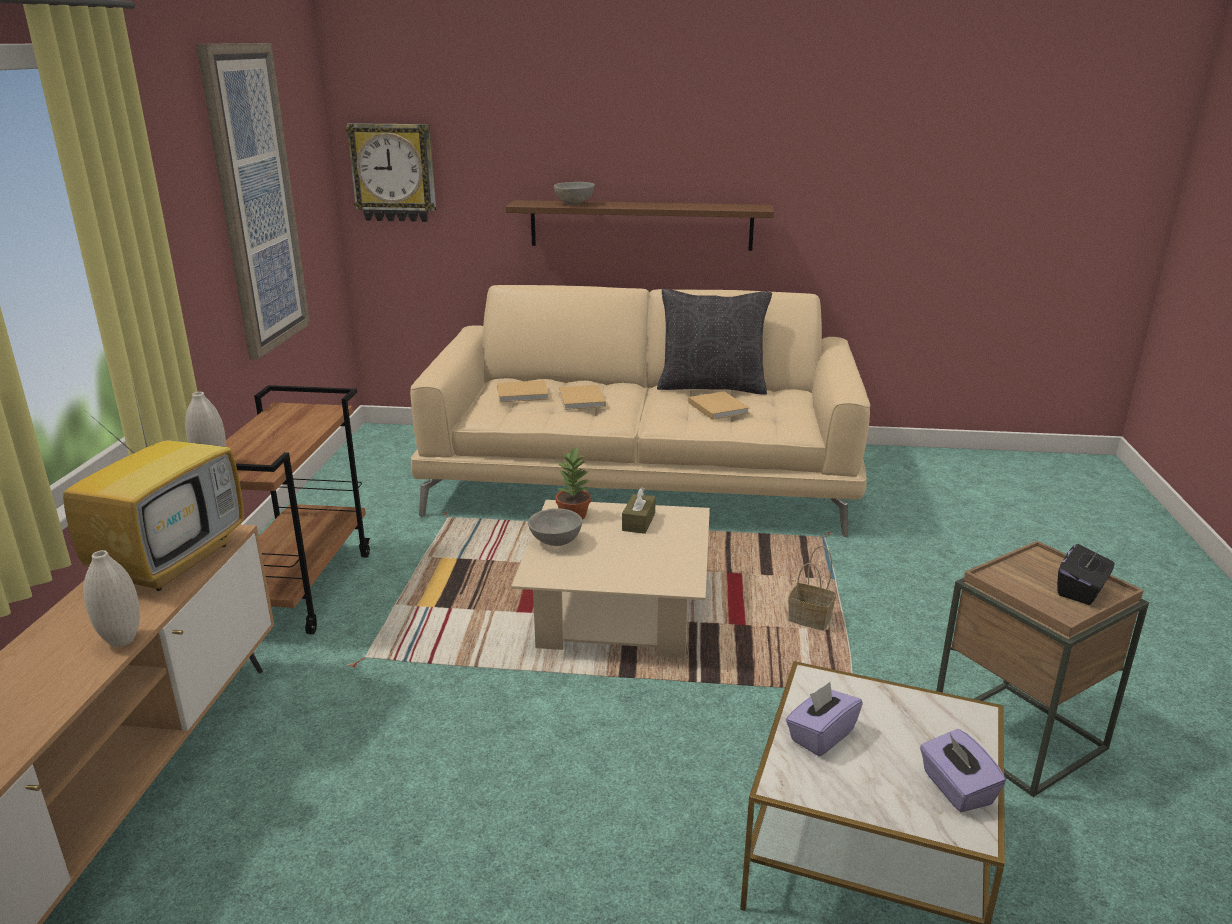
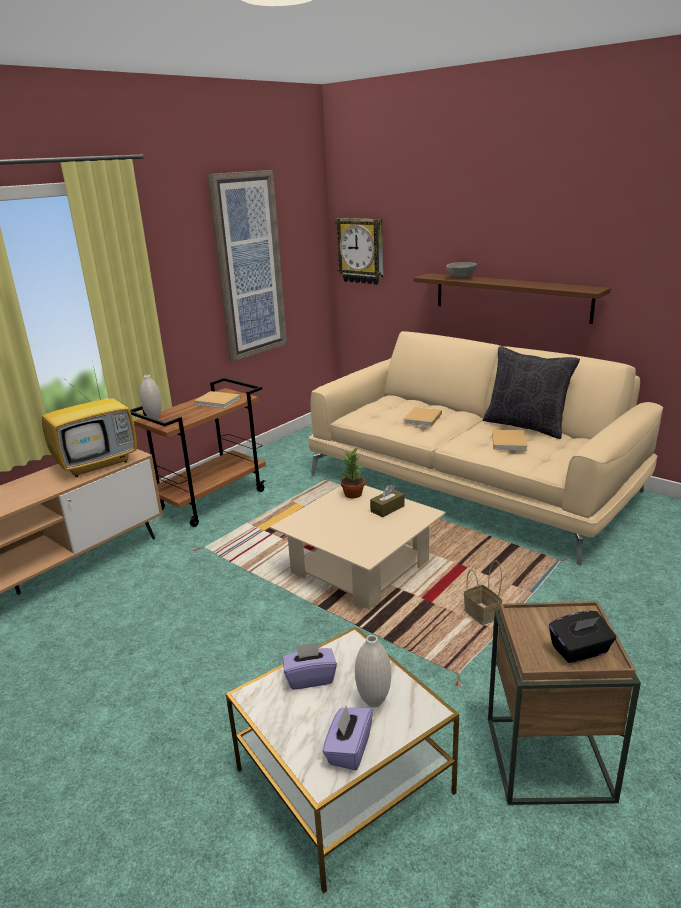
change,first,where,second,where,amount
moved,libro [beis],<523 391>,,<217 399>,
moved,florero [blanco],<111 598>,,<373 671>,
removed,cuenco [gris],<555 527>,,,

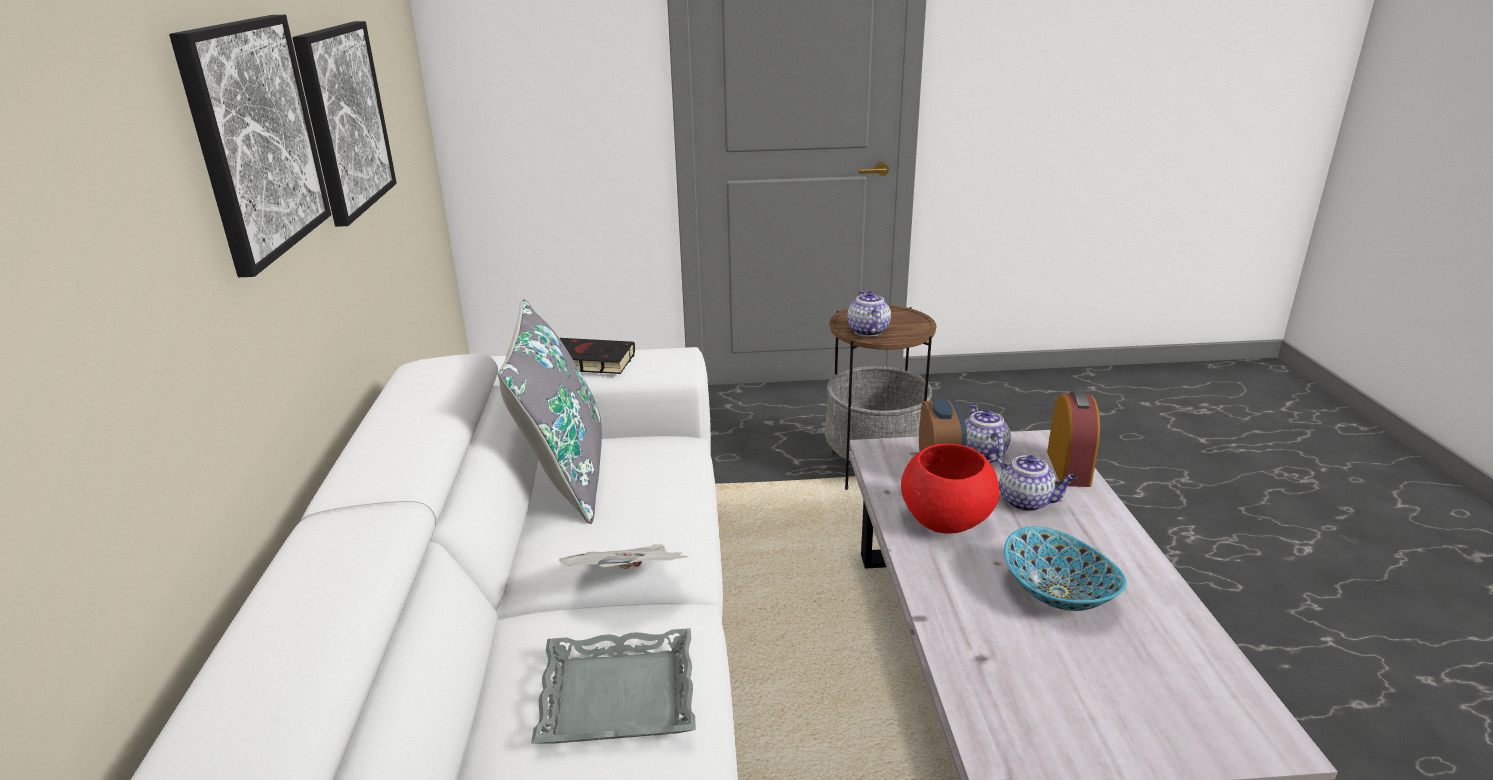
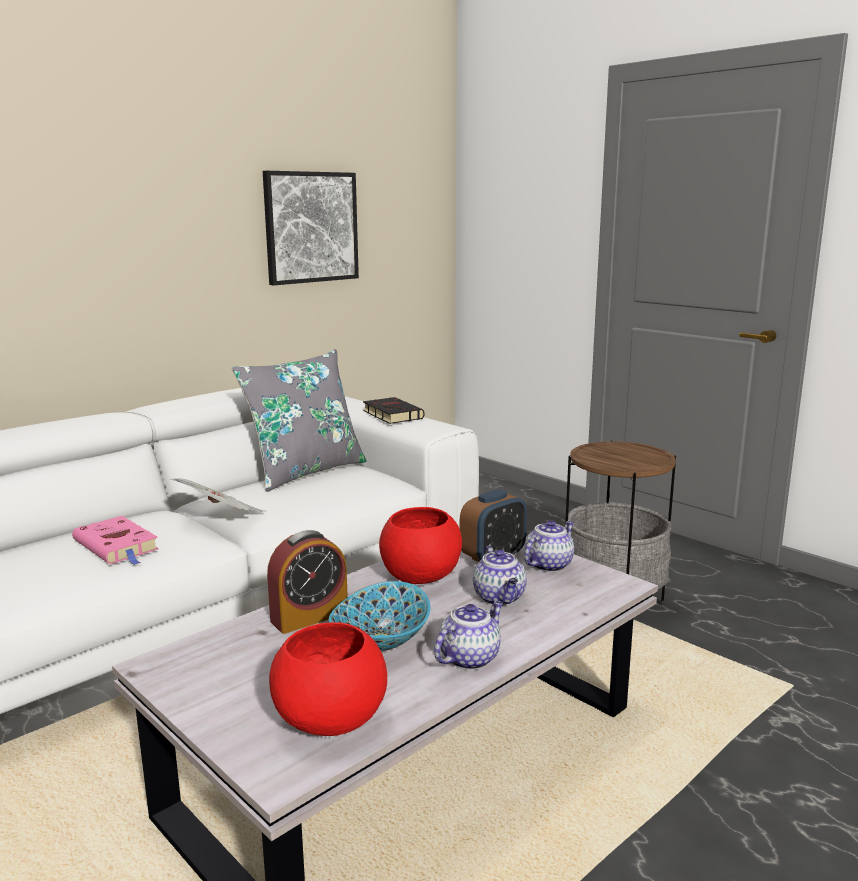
change,first,where,second,where,amount
replaced,bandeja [gris],<613 686>,libro [rosa],<115 540>,
moved,despertador,<1073 439>,,<307 582>,
added,,,cuenco [rojo],<328 679>,
moved,tetera,<869 313>,,<468 635>,
removed,cuadro,<250 146>,,,

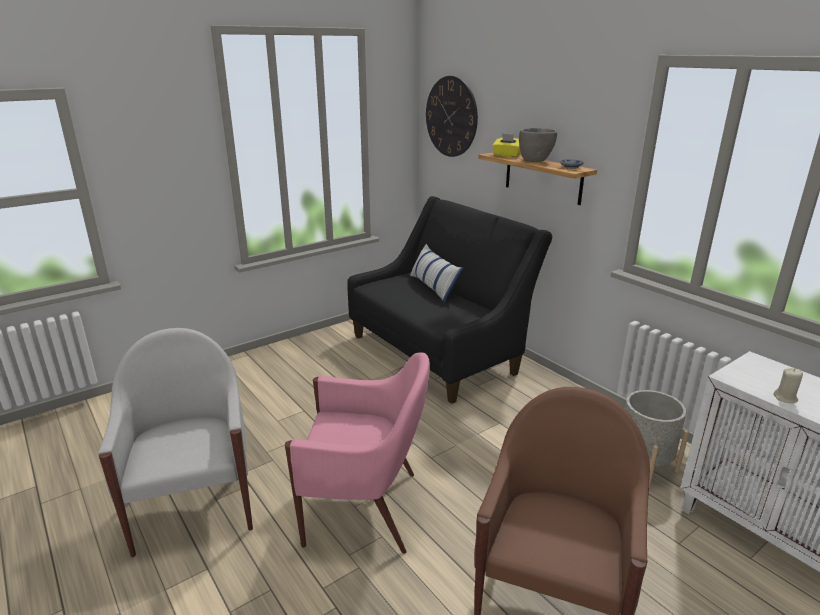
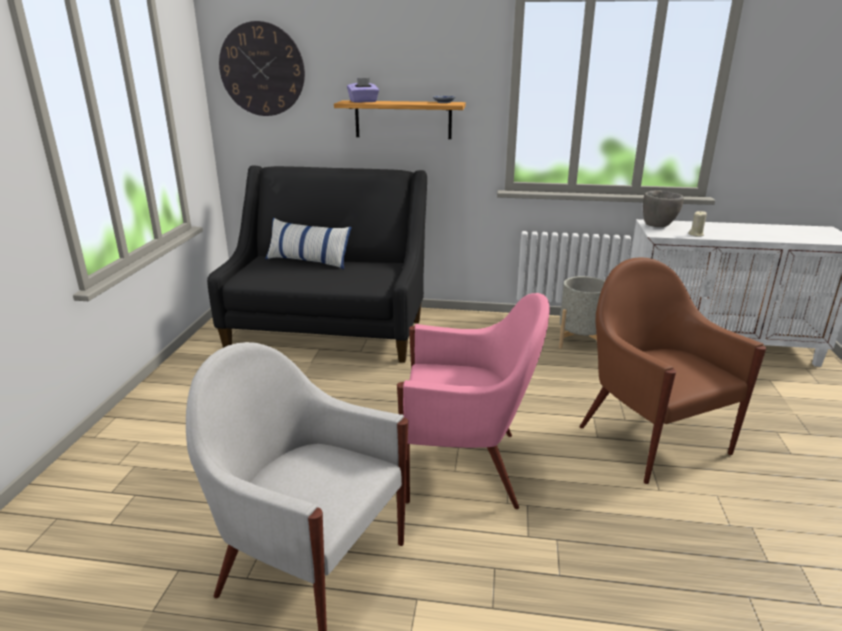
change,first,where,second,where,amount
recoloured,caja de pañuelos [amarillo],<507 145>,caja de pañuelos [morado],<363 90>,
turned,sillón [rosa],<357 453>,,<473 401>,45 degrees clockwise
moved,cuenco [gris],<538 145>,,<663 208>,

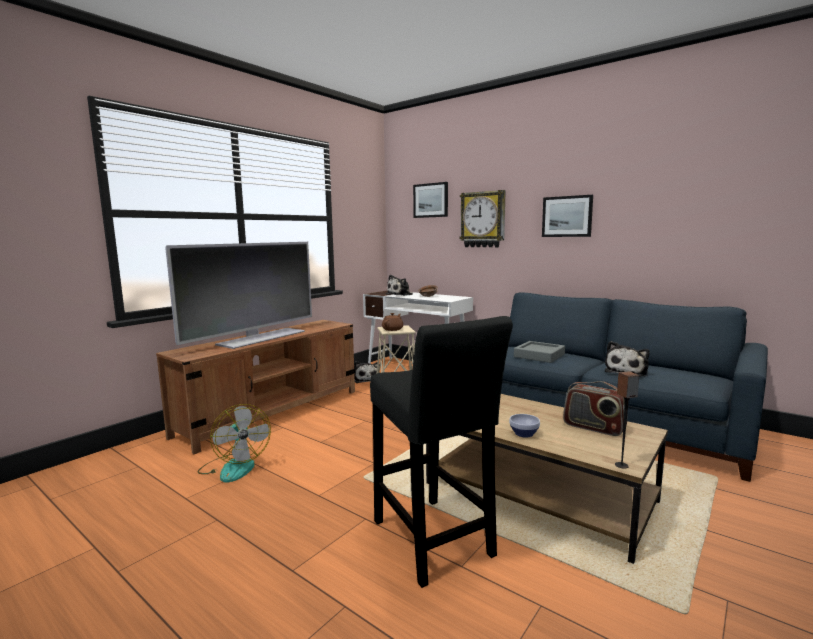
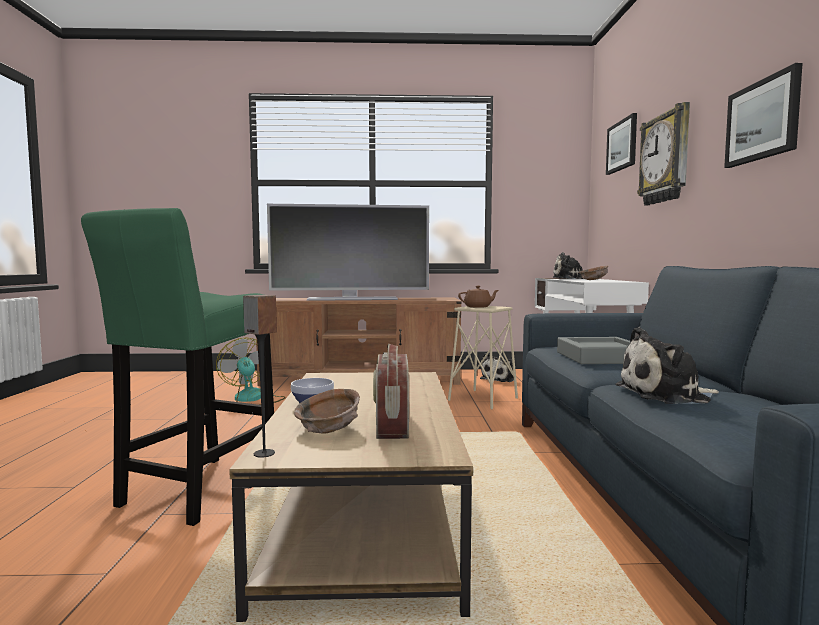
change,first,where,second,where,amount
recoloured,taburete [negro],<441 452>,taburete [verde],<177 367>,
turned,ventilador,<234 443>,,<251 371>,135 degrees clockwise
added,,,cuenco [marrón],<327 411>,

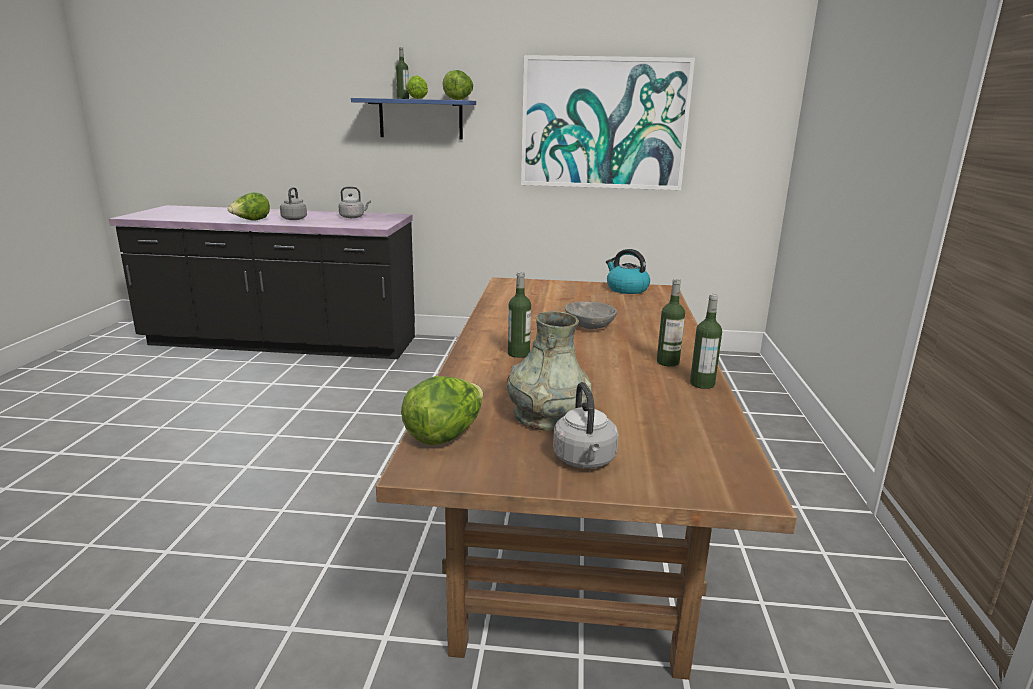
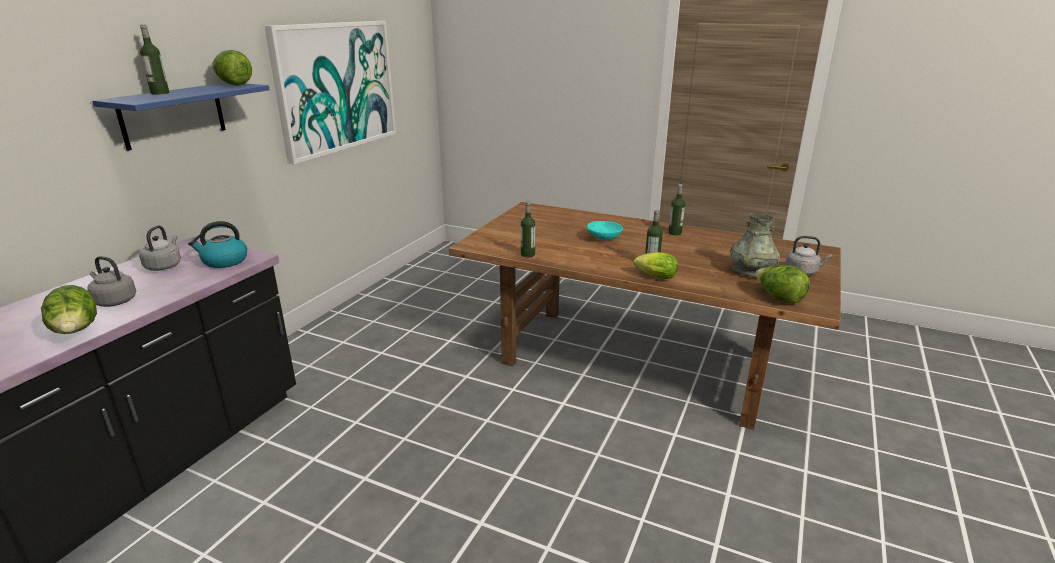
change,first,where,second,where,amount
moved,hervidor,<628 271>,,<217 244>,
moved,botella,<706 341>,,<528 229>,
recoloured,cuenco [gris],<591 315>,cuenco [turquesa],<605 230>,
moved,lechuga,<417 87>,,<656 265>,

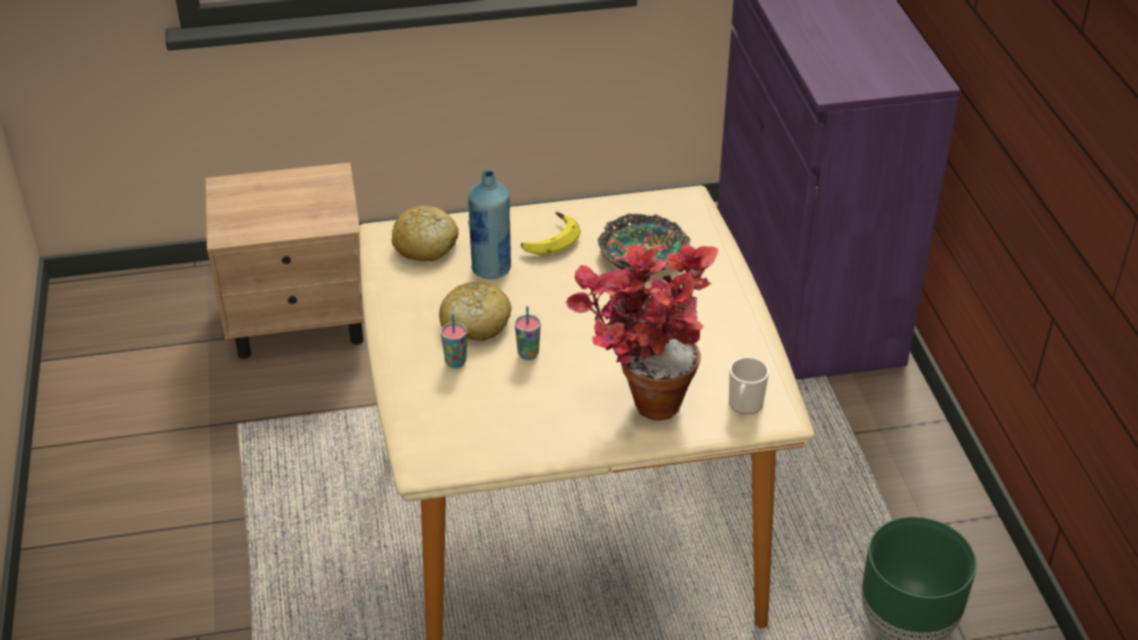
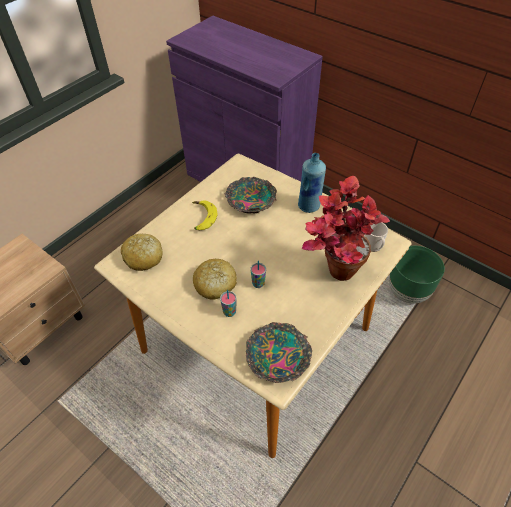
change,first,where,second,where,amount
added,,,cuenco,<279 352>,
moved,botella [azul],<489 224>,,<312 183>,

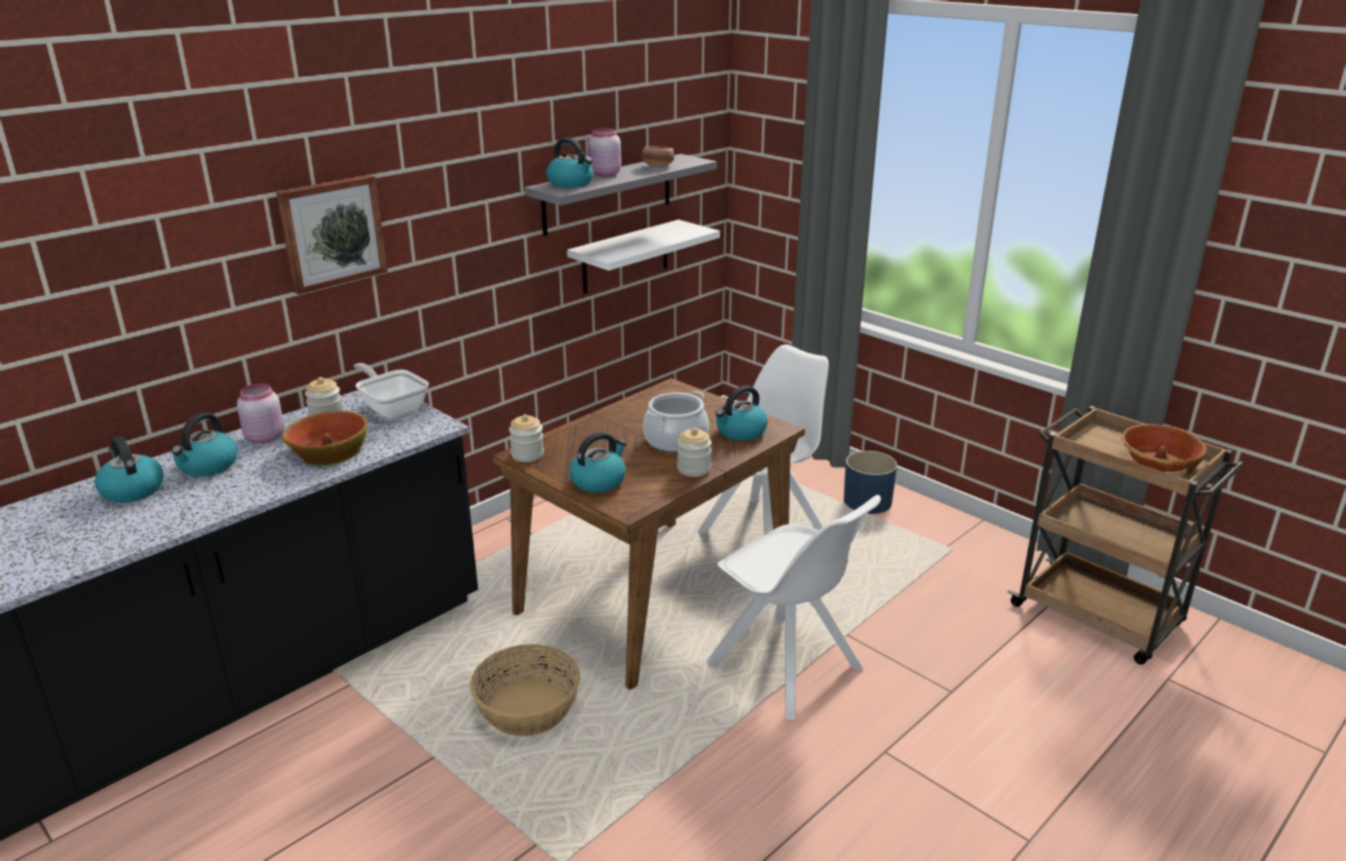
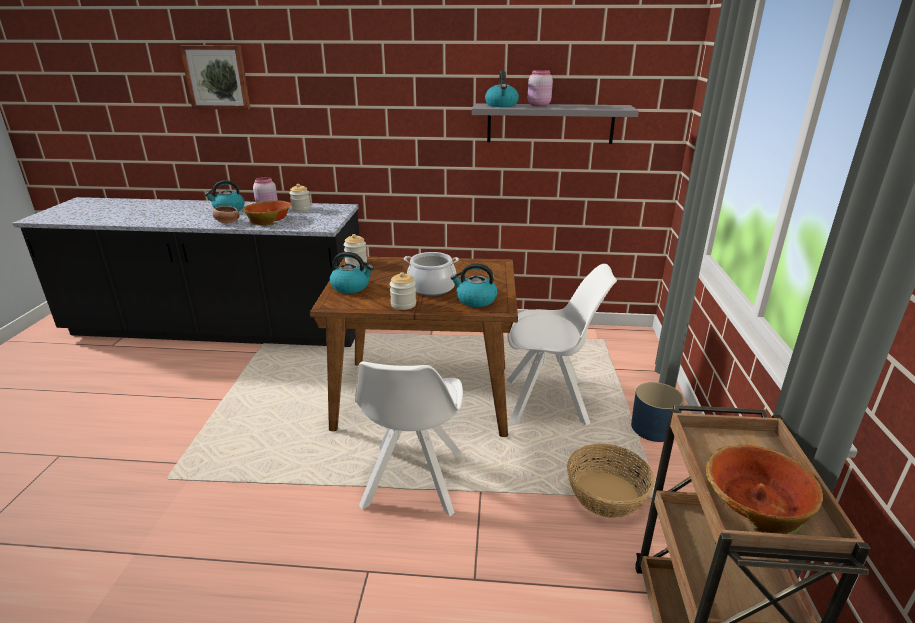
change,first,where,second,where,amount
moved,cuadro,<332 235>,,<215 77>,
moved,cuenco,<657 156>,,<226 215>,
moved,cesta,<525 690>,,<611 481>,
removed,hervidor,<129 469>,,,
removed,sartén,<391 391>,,,
removed,estante [blanco],<643 257>,,,

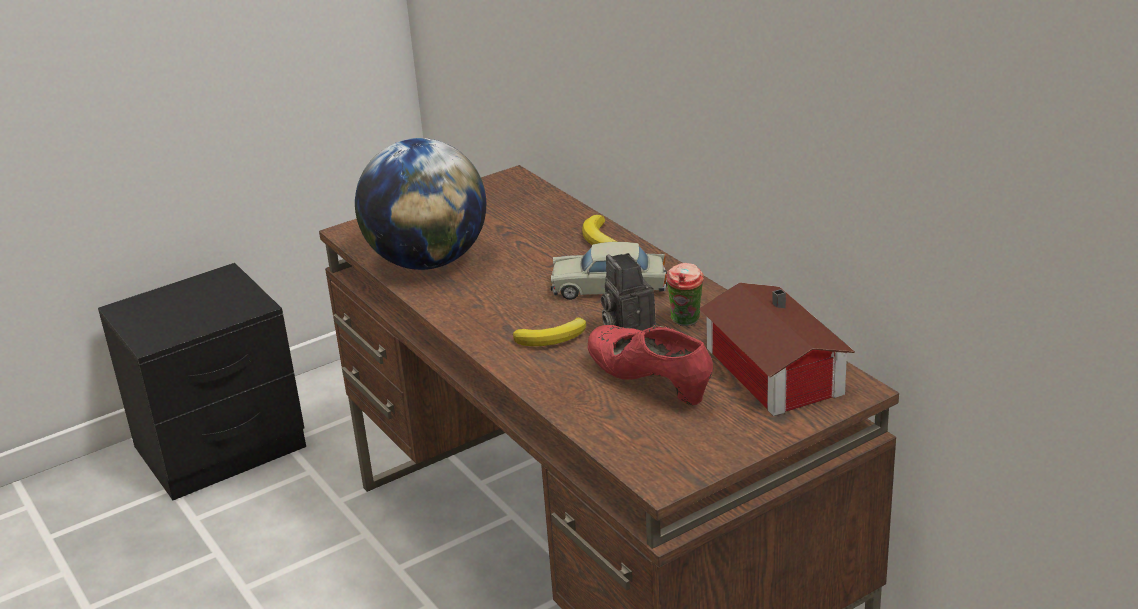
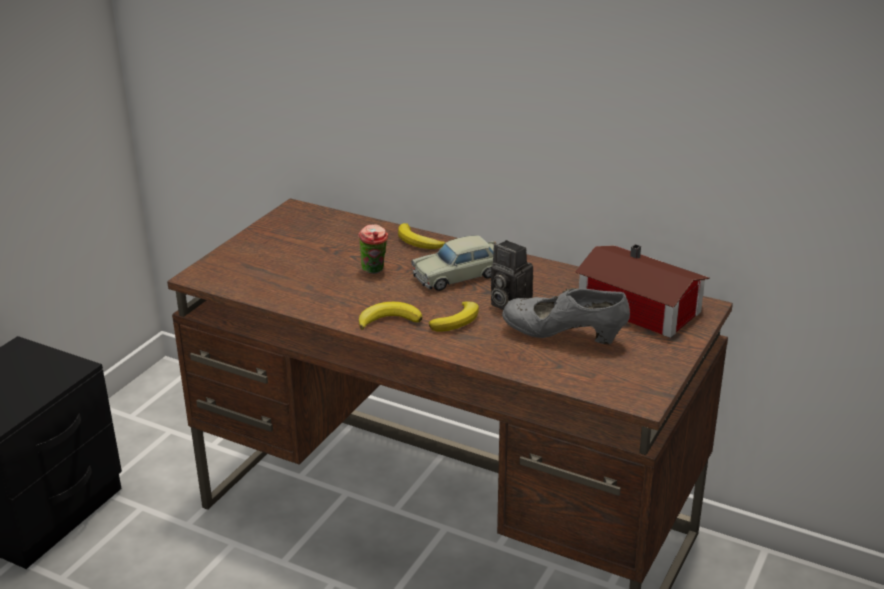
change,first,where,second,where,amount
moved,taza,<685 294>,,<373 249>,
added,,,plátano,<390 316>,
recoloured,zapato [rojo],<650 365>,zapato [gris],<566 316>,
removed,globo terráqueo,<420 204>,,,

